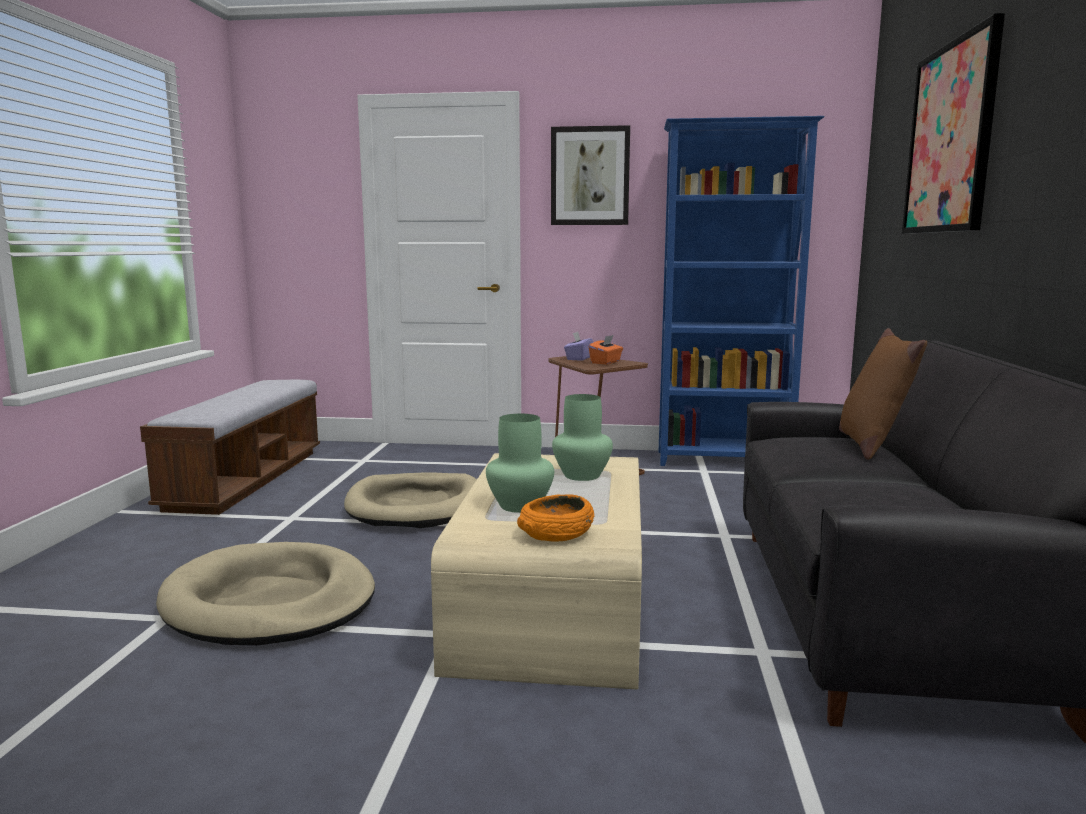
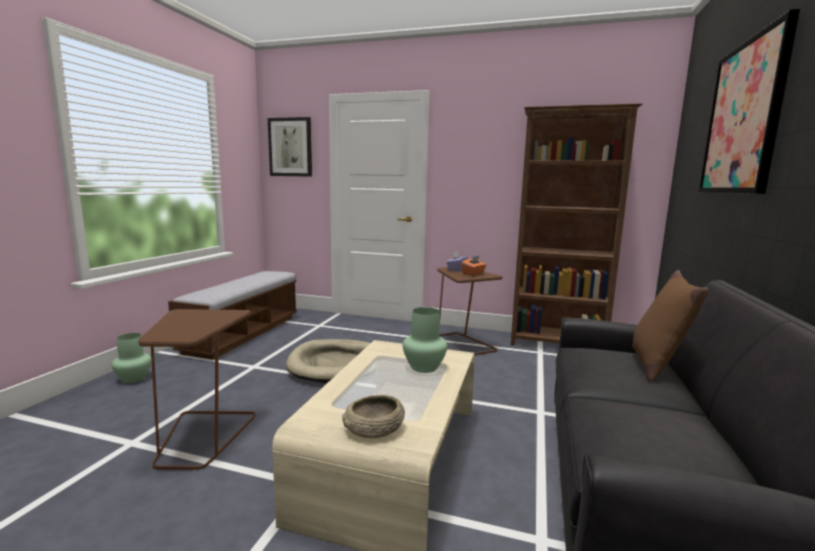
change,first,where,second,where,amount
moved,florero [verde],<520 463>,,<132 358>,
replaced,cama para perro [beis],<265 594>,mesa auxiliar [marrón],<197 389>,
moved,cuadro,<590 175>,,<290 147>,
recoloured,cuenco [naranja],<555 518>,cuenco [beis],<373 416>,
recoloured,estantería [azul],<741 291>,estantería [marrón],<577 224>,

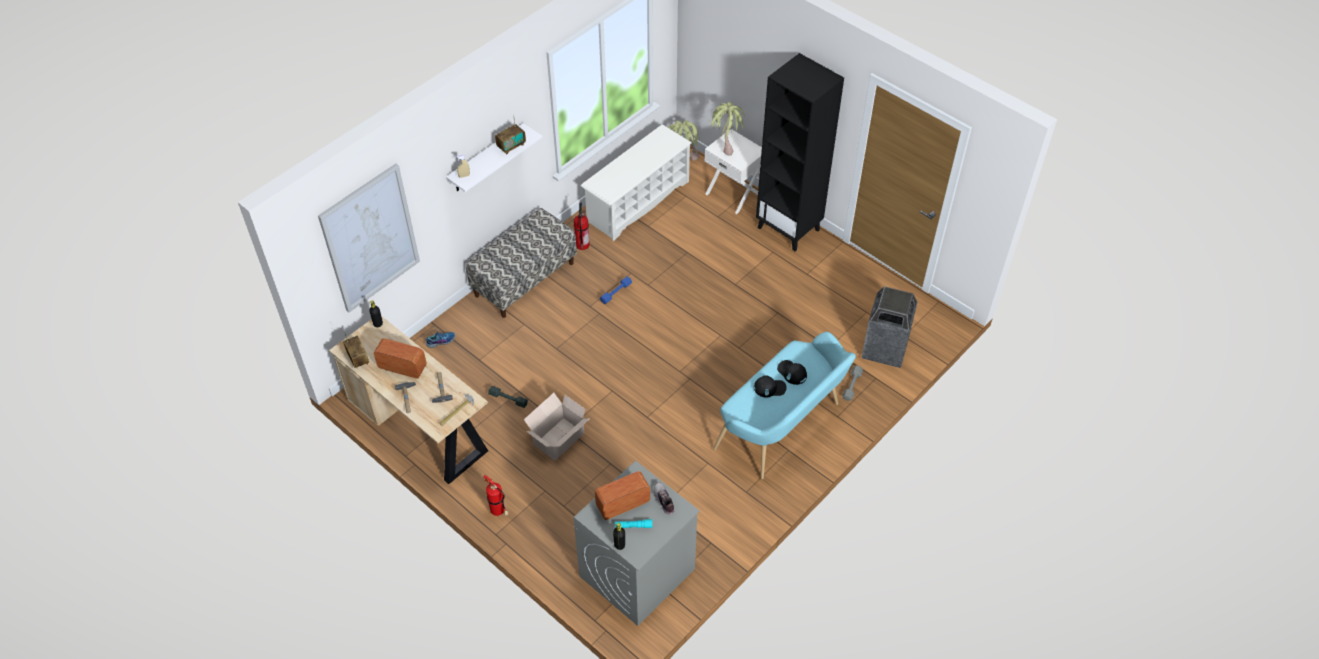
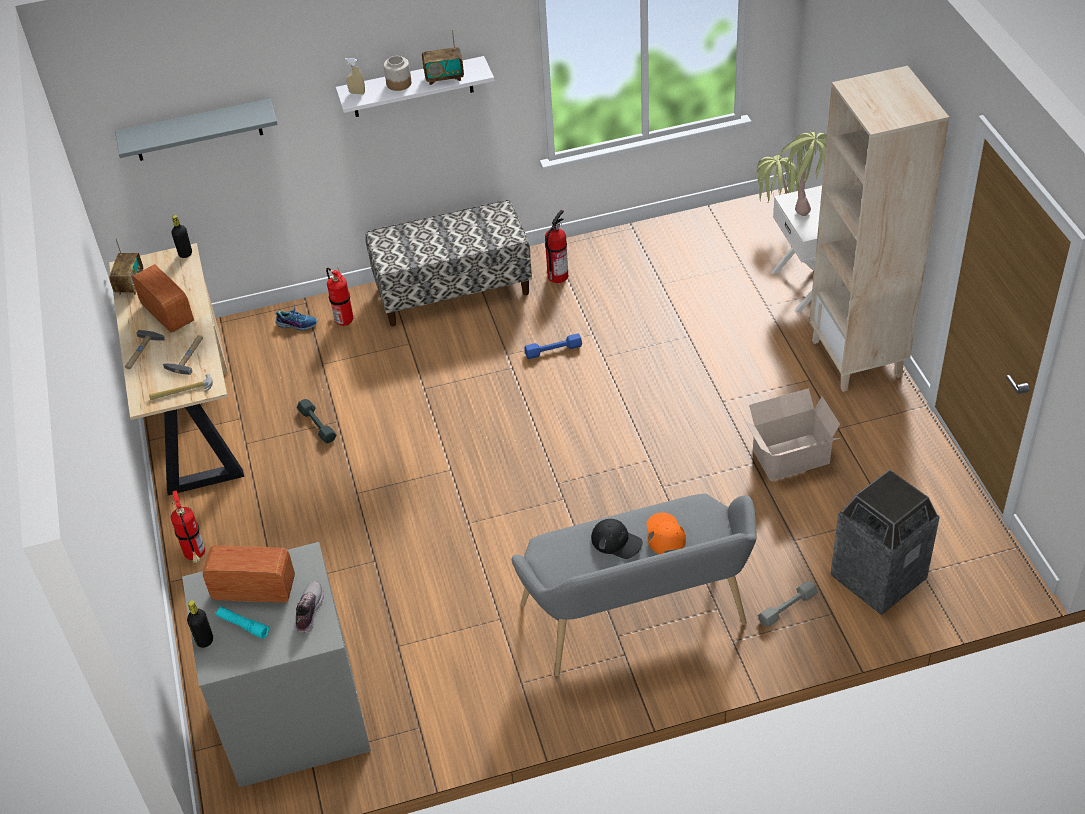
change,first,where,second,where,amount
replaced,cuadro,<369 238>,estante [gris],<196 130>,
added,,,extintor,<339 296>,
added,,,tarro,<398 73>,
recoloured,banco [turquesa],<784 405>,banco [gris],<634 585>,
recoloured,gorra [negro],<792 372>,gorra [naranja],<666 533>,
moved,caja de cartón,<557 427>,,<792 434>,
recoloured,estantería [negro],<800 152>,estantería [beis],<879 229>,
removed,zapatero [blanco],<636 182>,,,

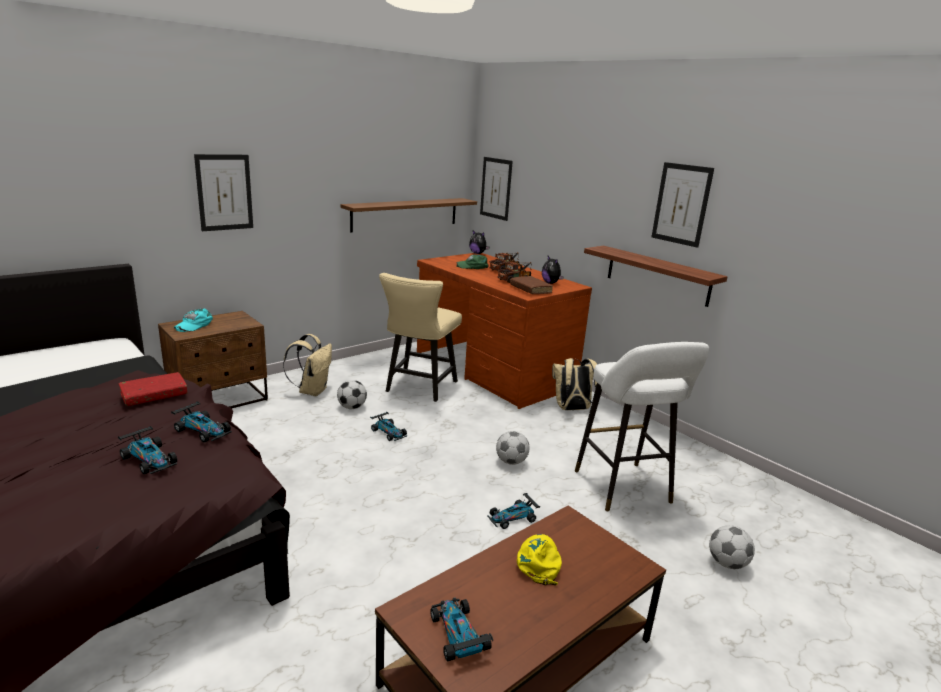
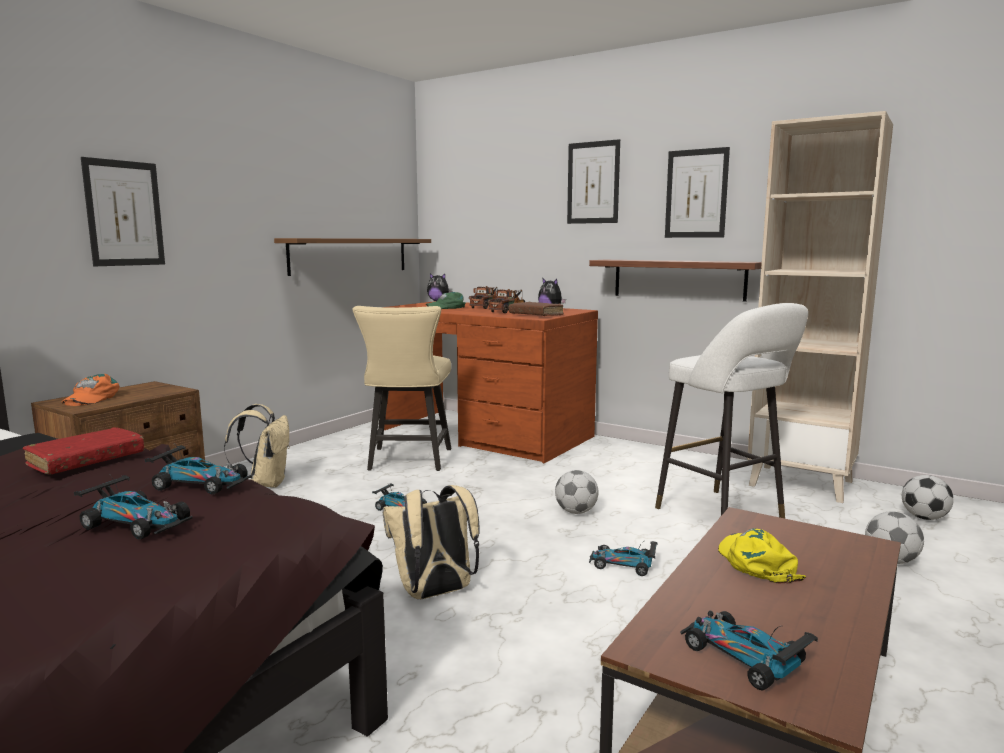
change,first,where,second,where,amount
recoloured,gorra [turquesa],<193 320>,gorra [naranja],<91 390>,
moved,mochila [beis],<574 384>,,<431 542>,
moved,cuadro,<496 189>,,<593 181>,
turned,coche de juguete,<513 511>,,<623 558>,60 degrees clockwise
added,,,estantería [beis],<820 307>,
moved,balón de fútbol,<352 394>,,<928 497>,

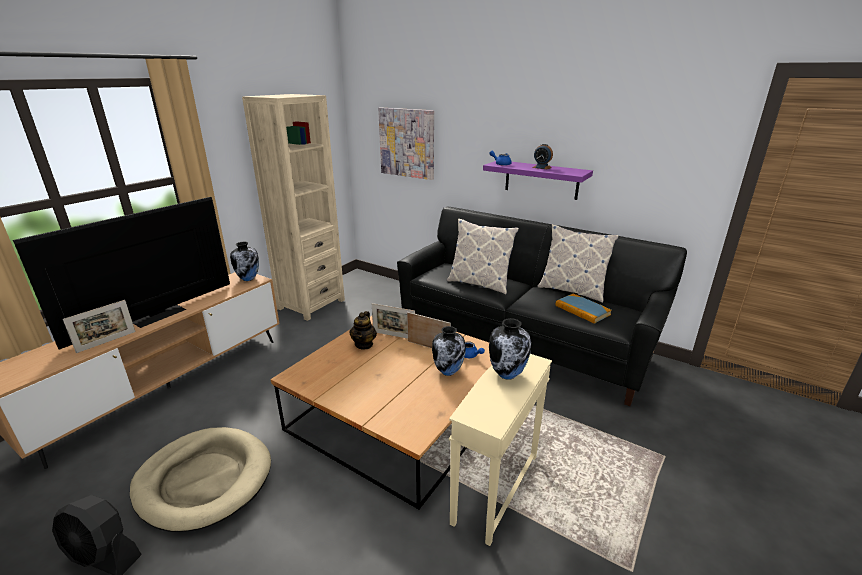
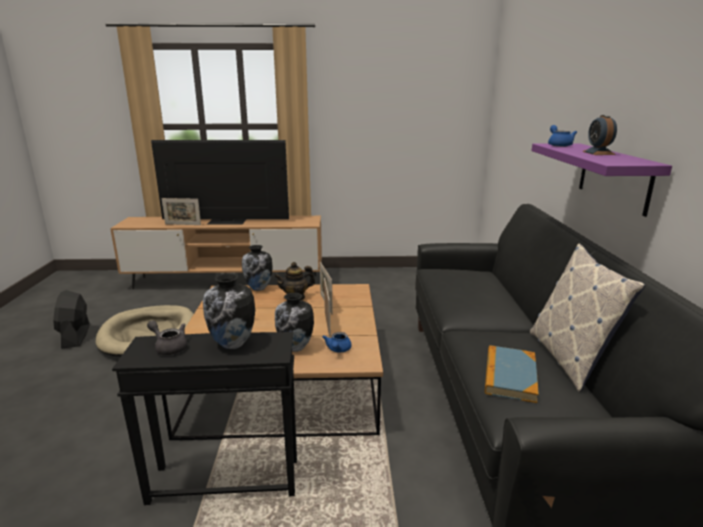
change,first,where,second,where,amount
recoloured,mesa auxiliar [beis],<500 450>,mesa auxiliar [negro],<204 418>,
added,,,tetera [gris],<167 337>,
moved,florero,<244 261>,,<257 268>,
removed,estantería [beis],<293 207>,,,
removed,cuadro,<406 143>,,,
removed,cojín,<483 256>,,,

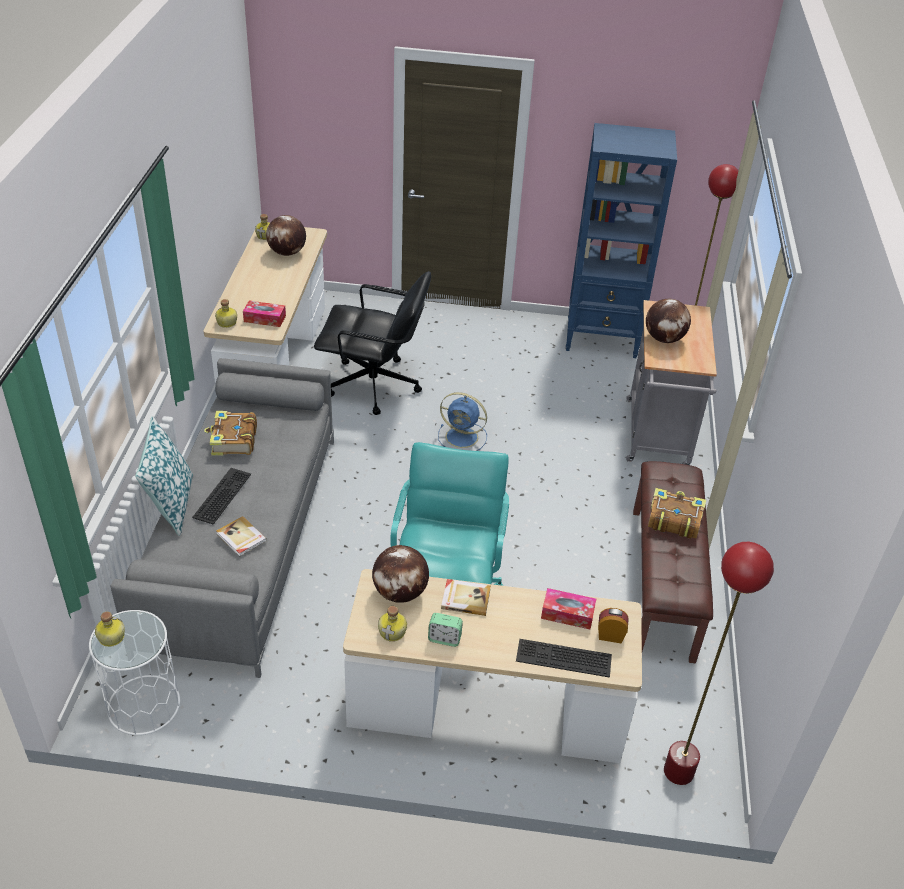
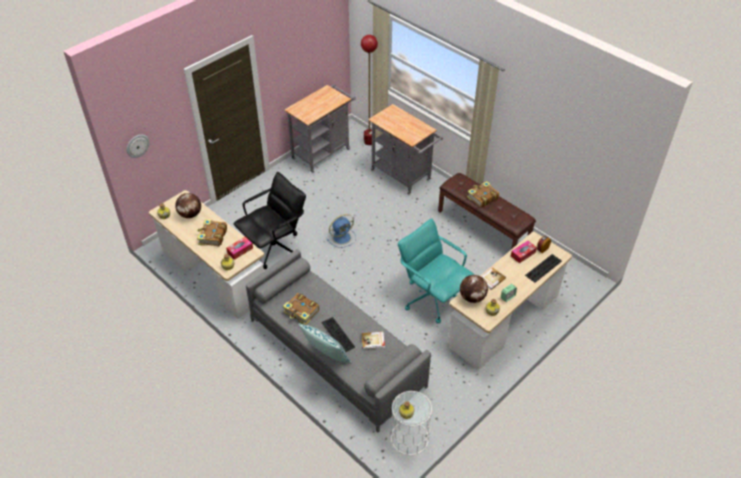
change,first,where,second,where,amount
added,,,reloj de pared,<138 146>,
added,,,libro,<212 233>,
replaced,estantería [azul],<621 240>,carrito [gris],<320 128>,
removed,globo terráqueo,<668 320>,,,
removed,lámpara de pie [rojo],<719 663>,,,

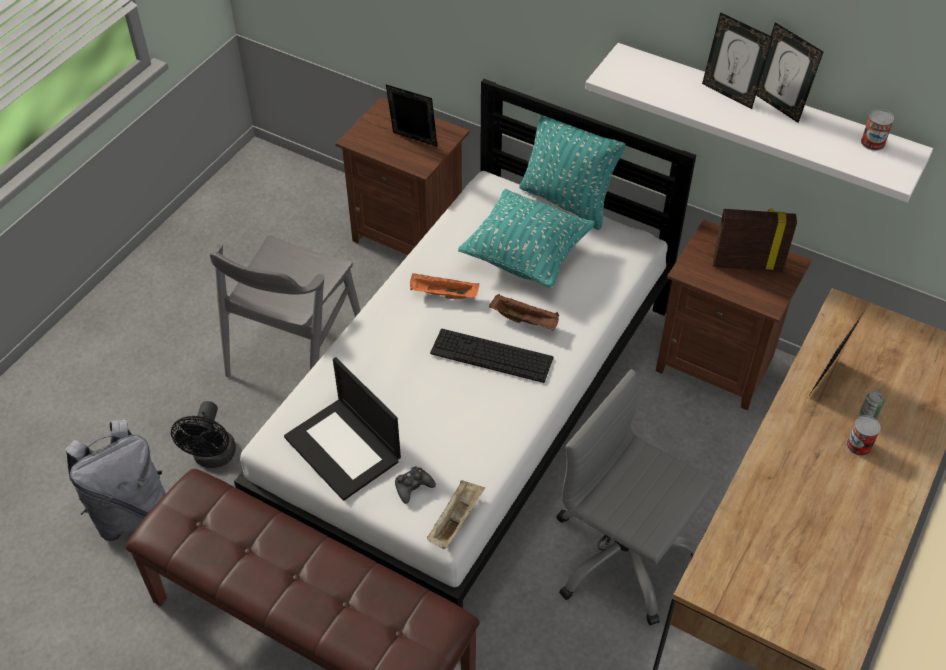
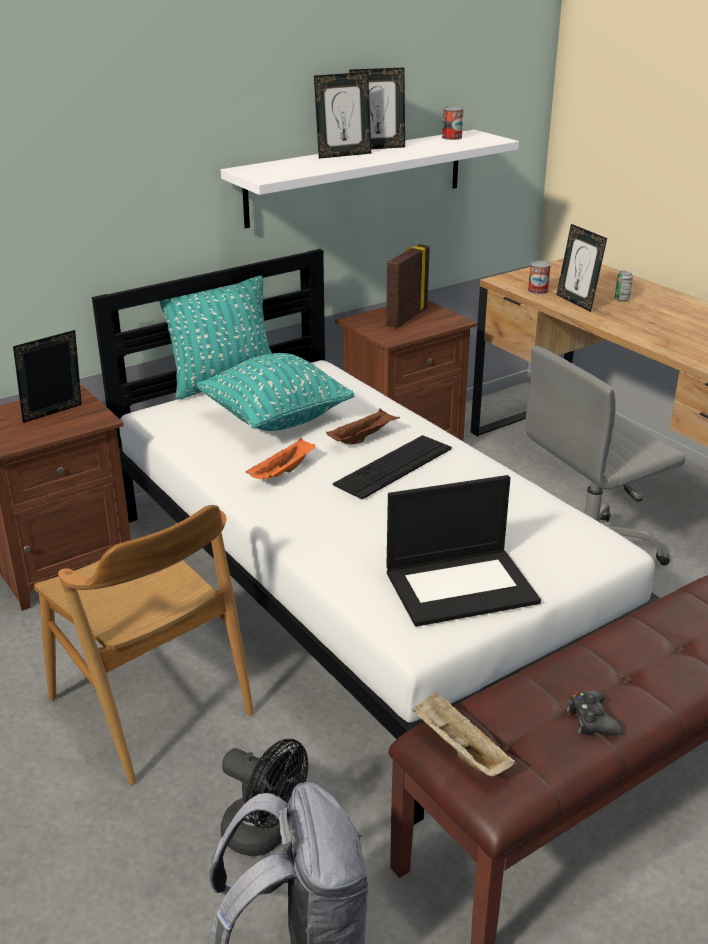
change,first,where,second,where,amount
recoloured,silla [gris],<284 306>,silla [marrón],<144 645>,
moved,bandeja [beis],<456 514>,,<463 734>,
moved,lata,<864 435>,,<539 277>,
moved,mando de consola [negro],<415 485>,,<594 713>,

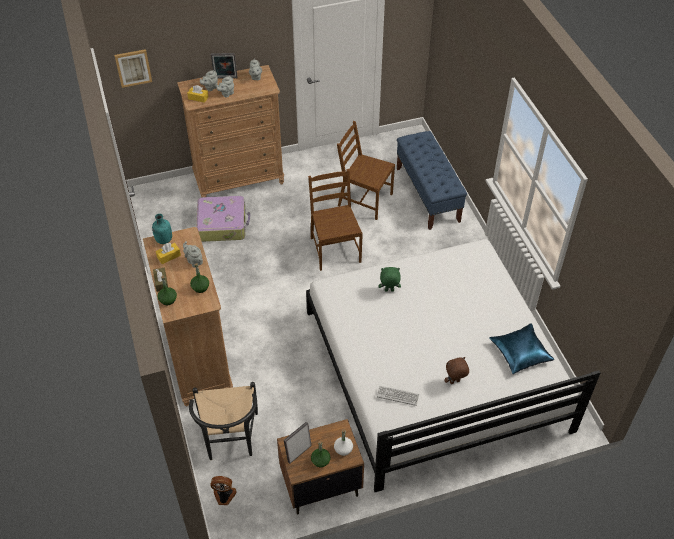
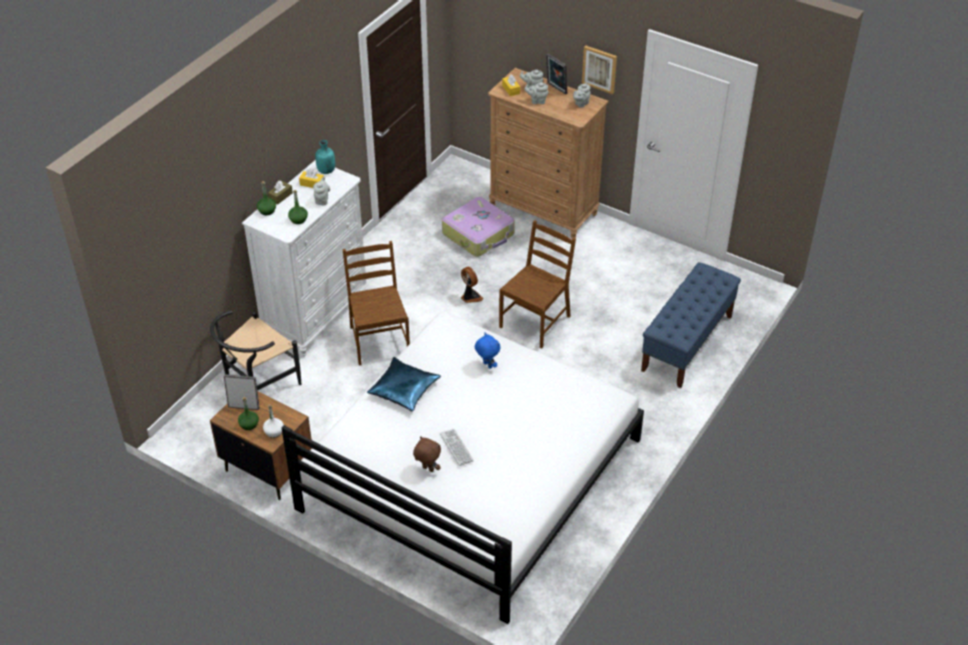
change,first,where,second,where,amount
recoloured,cómoda [marrón],<188 316>,cómoda [blanco],<305 258>,
moved,silla [marrón],<366 170>,,<376 303>,
moved,cojín [azul],<521 348>,,<404 384>,
moved,teclado,<398 396>,,<457 447>,
moved,ventilador,<224 490>,,<472 285>,
recoloured,peluche [verde],<390 279>,peluche [azul],<487 351>,
moved,cuadro,<133 68>,,<599 69>,

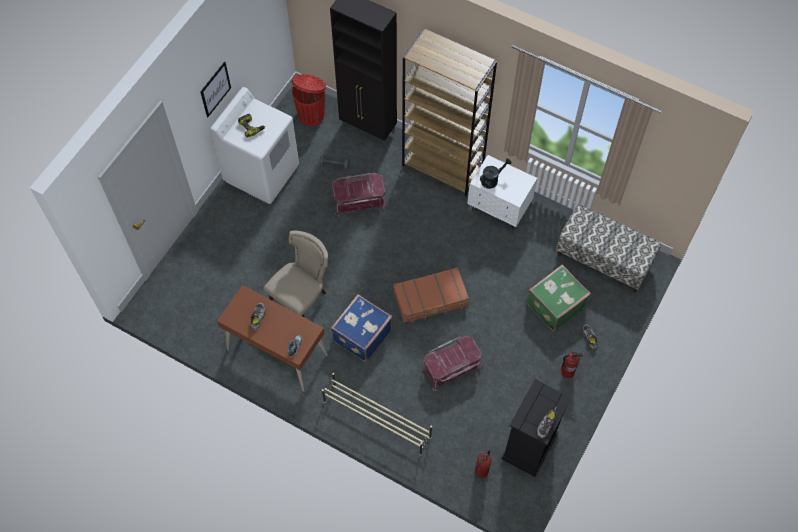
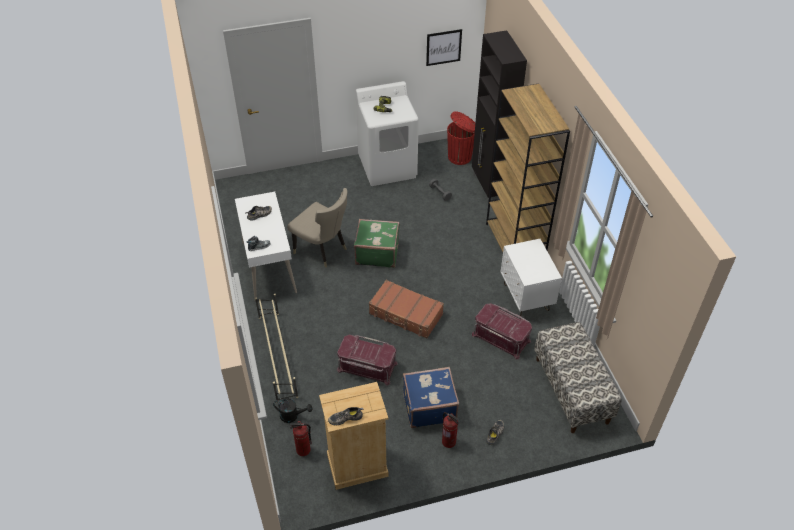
change,first,where,second,where,amount
recoloured,escritorio [marrón],<272 338>,escritorio [blanco],<266 247>,
moved,regadera [negro],<496 173>,,<292 410>,
turned,silla [beis],<295 274>,,<317 228>,45 degrees clockwise
recoloured,cómoda [negro],<537 428>,cómoda [beis],<354 436>,
moved,maleta [verde],<558 298>,,<377 243>,
moved,maleta [azul],<361 328>,,<431 397>,
moved,cuadro,<215 89>,,<444 47>,
moved,caja de almacenaje [rojo],<359 194>,,<502 331>,

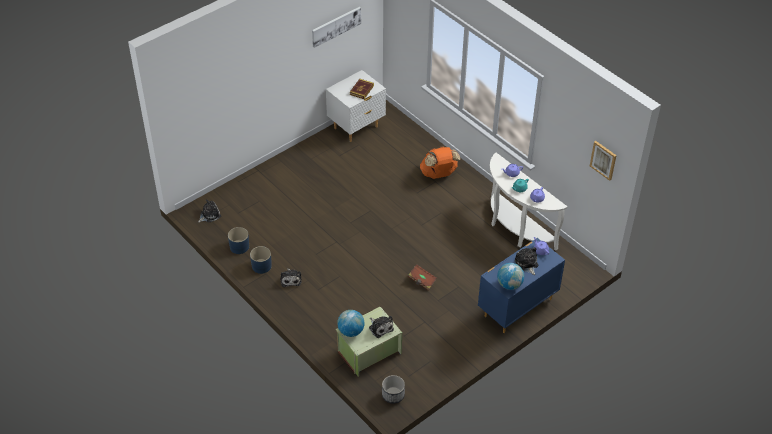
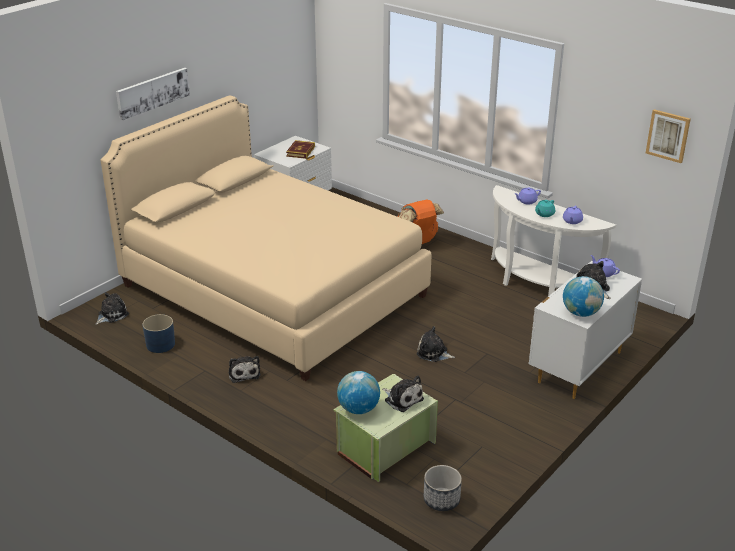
change,first,where,second,where,amount
added,,,cama [beis],<266 238>,
moved,cuadro,<336 27>,,<153 94>,
replaced,libro [marrón],<422 277>,peluche,<435 344>,
recoloured,cómoda [azul],<521 285>,cómoda [blanco],<585 330>,
removed,maceta [azul],<261 260>,,,

